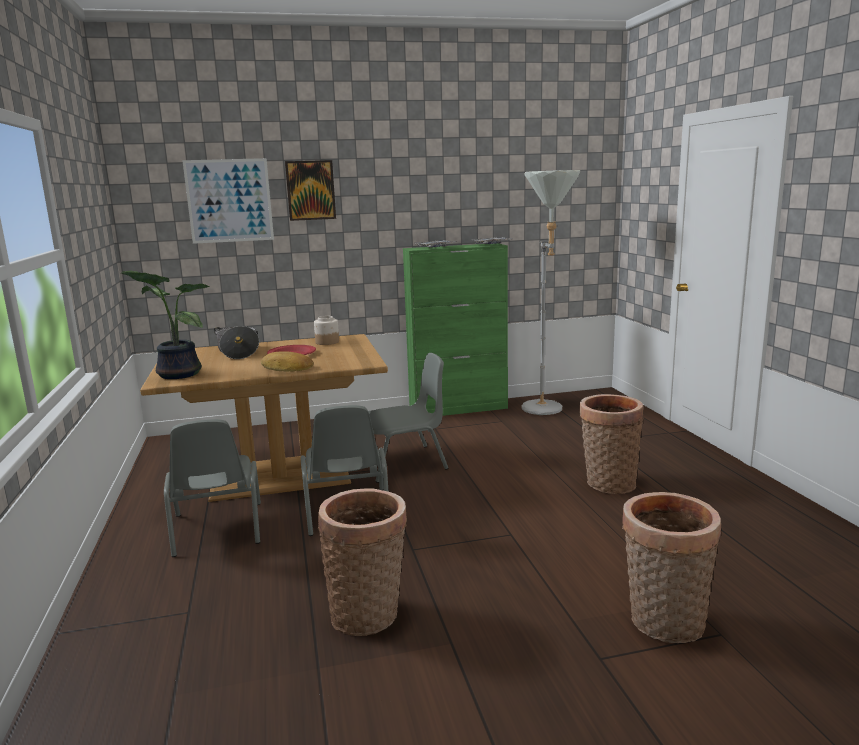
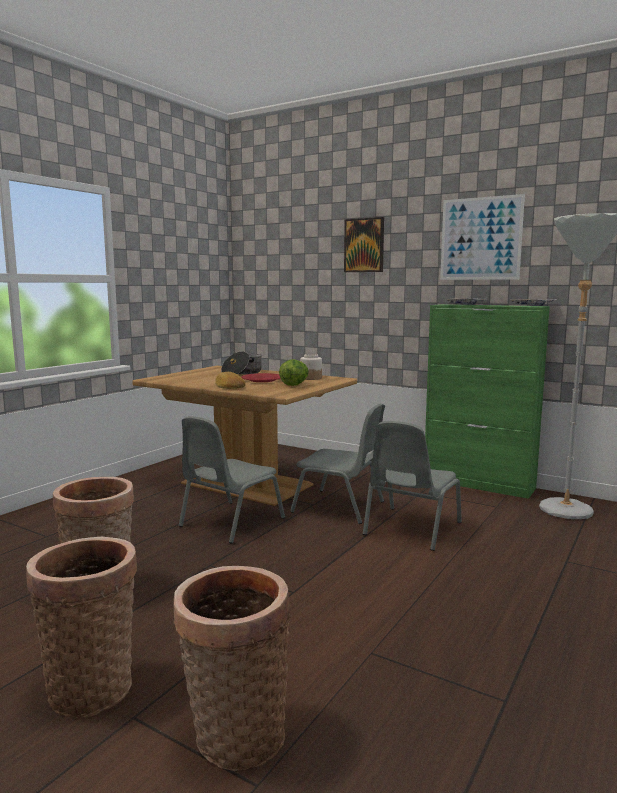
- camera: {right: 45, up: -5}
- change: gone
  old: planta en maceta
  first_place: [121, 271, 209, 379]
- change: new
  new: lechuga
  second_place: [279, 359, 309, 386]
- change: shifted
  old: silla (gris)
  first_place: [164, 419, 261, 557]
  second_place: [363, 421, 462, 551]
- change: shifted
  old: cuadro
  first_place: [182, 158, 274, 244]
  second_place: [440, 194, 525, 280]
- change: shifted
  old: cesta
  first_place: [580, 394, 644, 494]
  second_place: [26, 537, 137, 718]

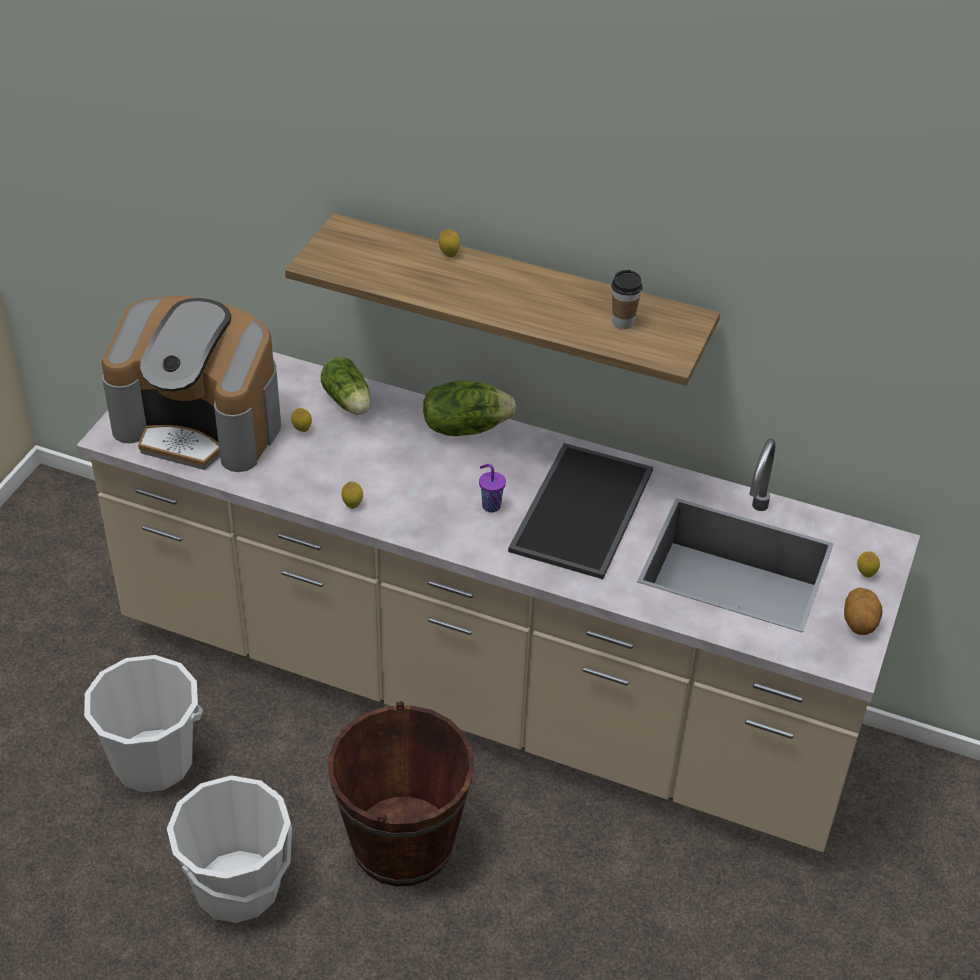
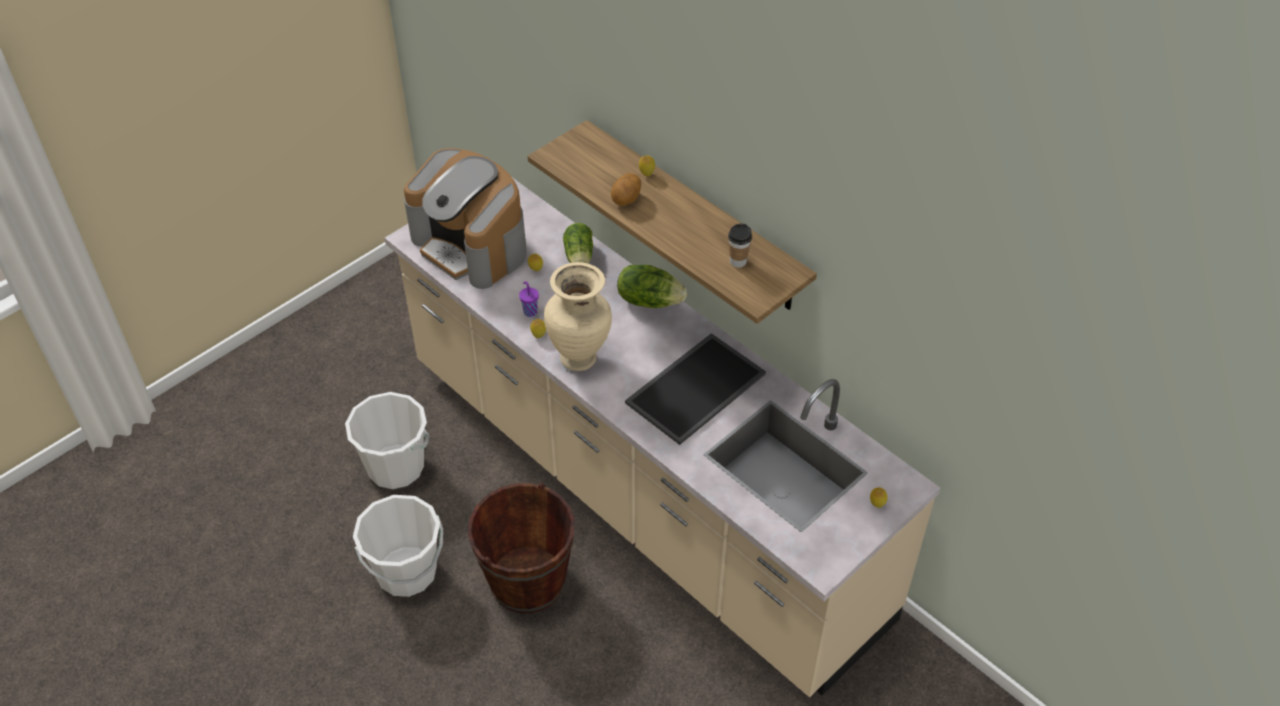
- camera: {right: 25, up: 5}
- change: new
  new: florero (beis)
  second_place: [544, 262, 612, 371]
- change: shifted
  old: taza (morado)
  first_place: [479, 464, 506, 512]
  second_place: [519, 281, 539, 317]
- change: shifted
  old: patata
  first_place: [844, 588, 883, 635]
  second_place: [611, 173, 641, 206]

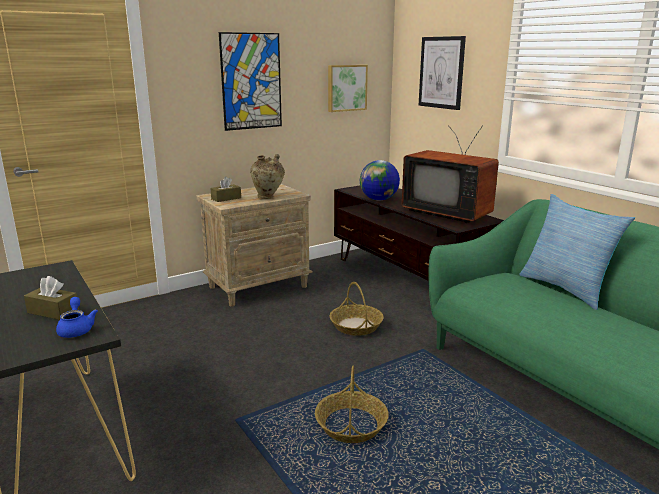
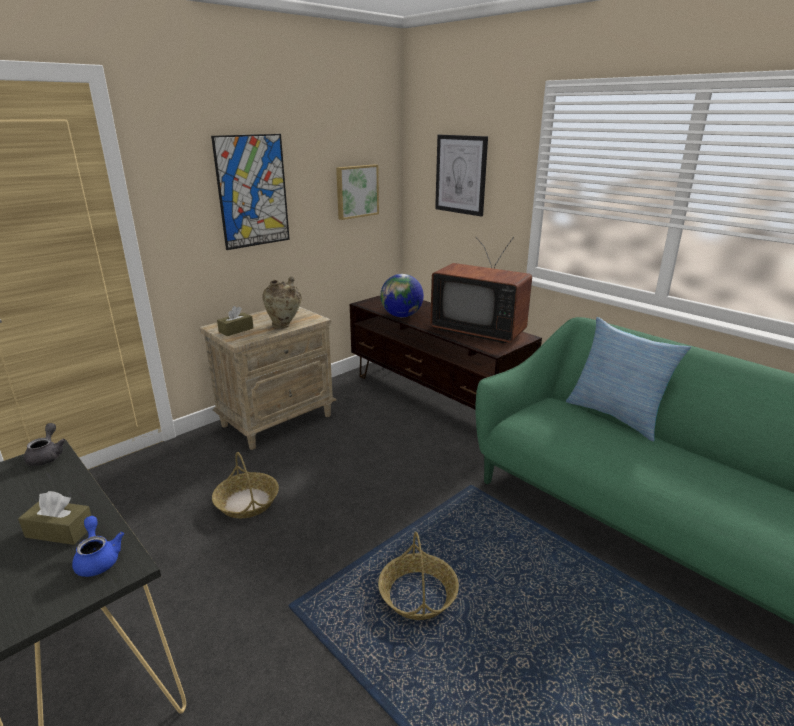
- camera: {right: -10, up: 5}
- change: new
  new: tetera (gris)
  second_place: [24, 423, 66, 466]
- change: shifted
  old: cesta
  first_place: [330, 282, 384, 336]
  second_place: [212, 452, 279, 518]

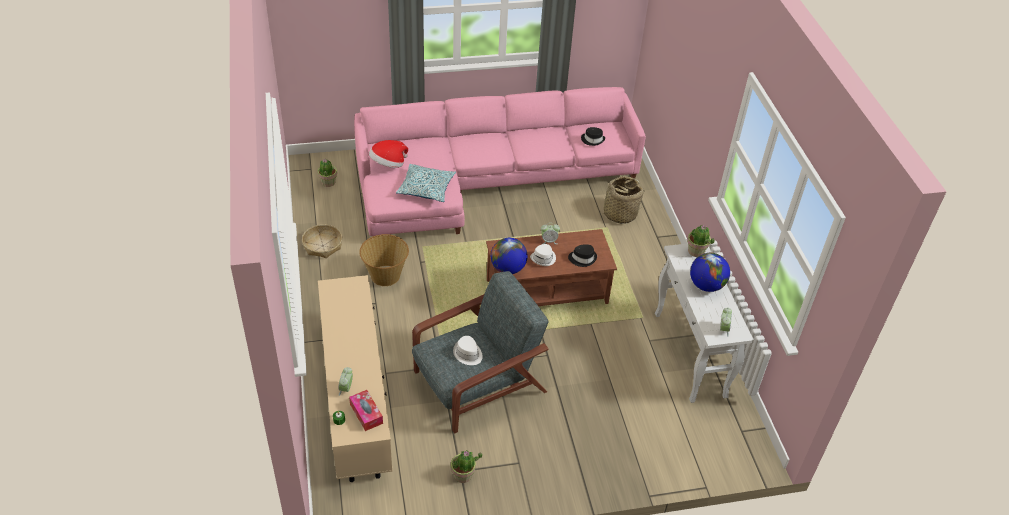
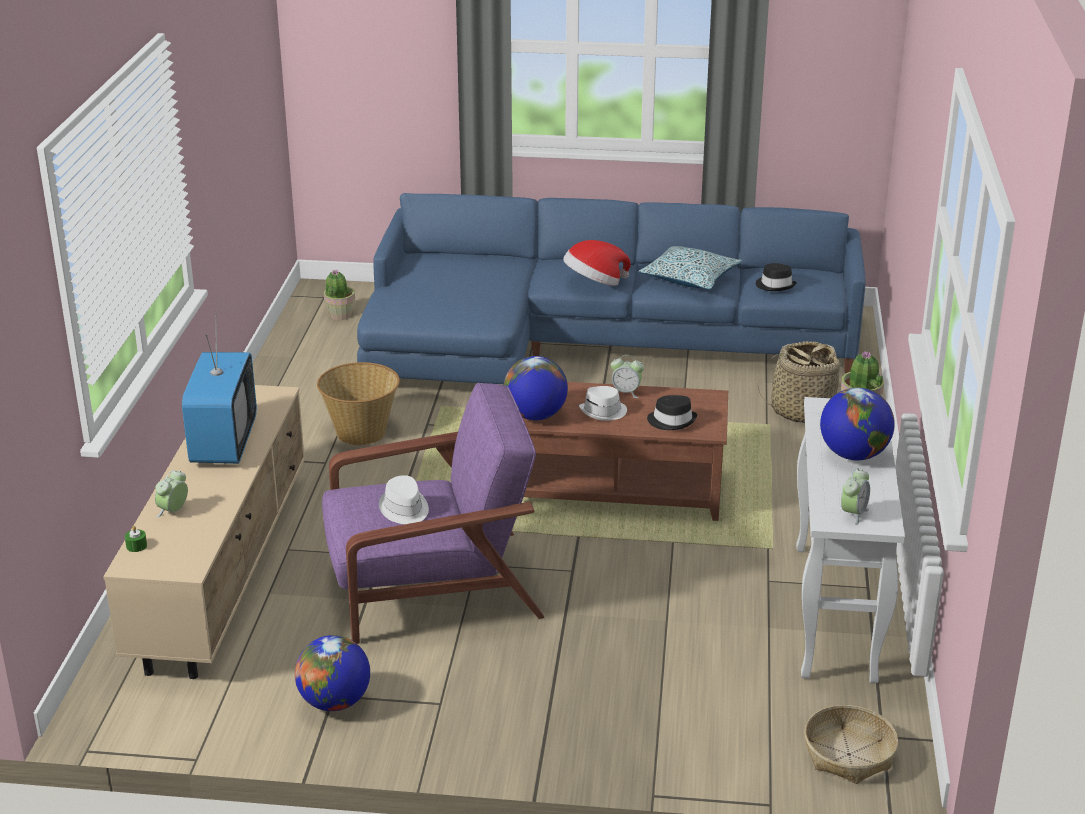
- camera: {right: 20, up: -15}
- change: gone
  old: caja de pañuelos
  first_place: [349, 390, 383, 431]
- change: new
  new: televisor
  second_place: [182, 314, 257, 464]
- change: shifted
  old: cesta
  first_place: [302, 225, 342, 258]
  second_place: [804, 705, 898, 784]
- change: shifted
  old: sombrero
  first_place: [369, 140, 408, 168]
  second_place: [563, 240, 631, 286]
- change: shifted
  old: cojín
  first_place: [396, 164, 456, 202]
  second_place: [638, 246, 742, 290]
- change: swapped
  old: planta en maceta
  new: globo terráqueo
  first_place: [451, 450, 482, 483]
  second_place: [295, 635, 370, 711]
- change: repainted
  old: sofá (rosa)
  new: sofá (azul)
  first_place: [354, 87, 646, 237]
  second_place: [357, 193, 866, 385]
- change: repainted
  old: sillón (gris)
  new: sillón (morado)
  first_place: [412, 271, 549, 434]
  second_place: [322, 383, 545, 644]

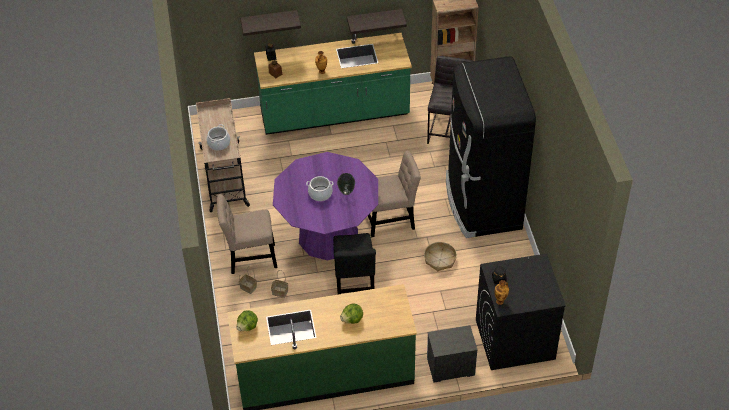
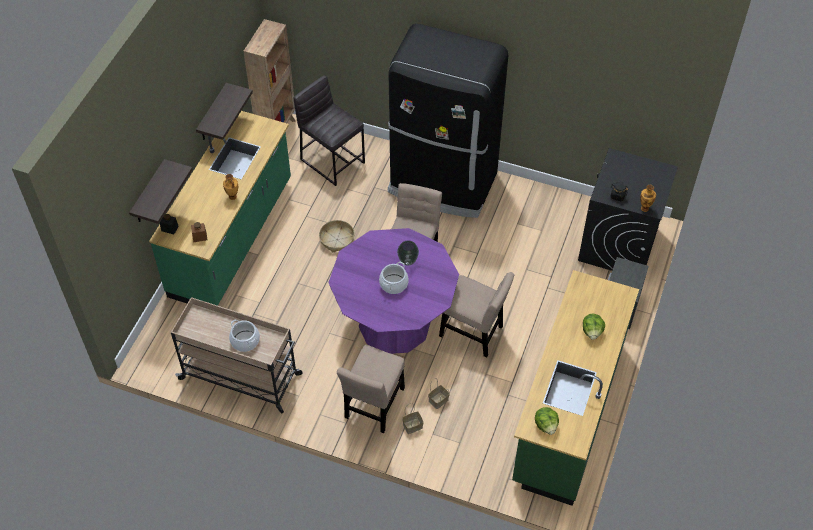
- camera: {right: -60, up: 5}
- change: shifted
  old: cesta
  first_place: [424, 242, 457, 271]
  second_place: [319, 220, 355, 252]
- change: repainted
  old: silla (negro)
  new: silla (beis)
  first_place: [333, 233, 376, 295]
  second_place: [439, 272, 514, 357]

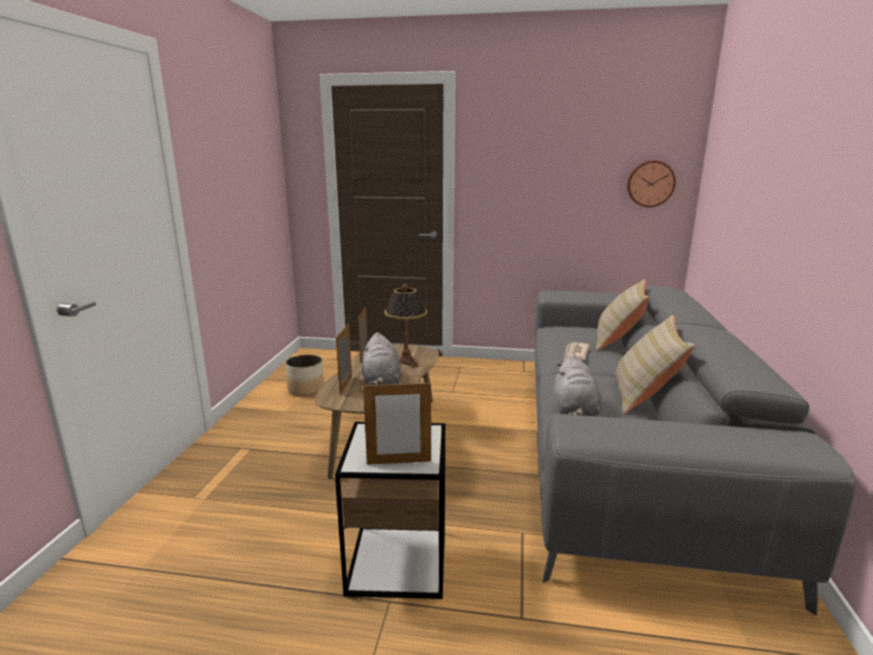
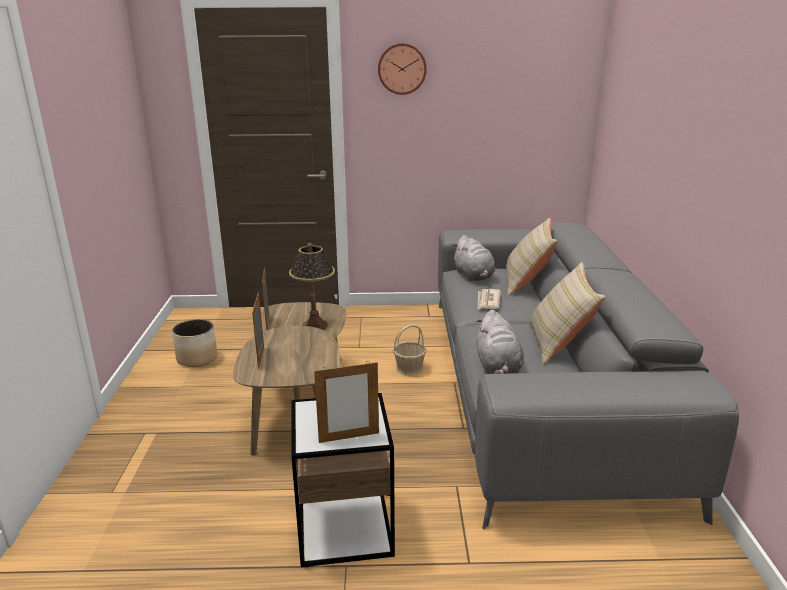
- camera: {right: -10, up: 5}
- change: new
  new: cesta
  second_place: [393, 325, 426, 375]
- change: shifted
  old: peluche (gris)
  first_place: [361, 332, 401, 385]
  second_place: [452, 235, 495, 281]
- change: shifted
  old: reloj de pared
  first_place: [627, 160, 676, 207]
  second_place: [378, 43, 427, 95]

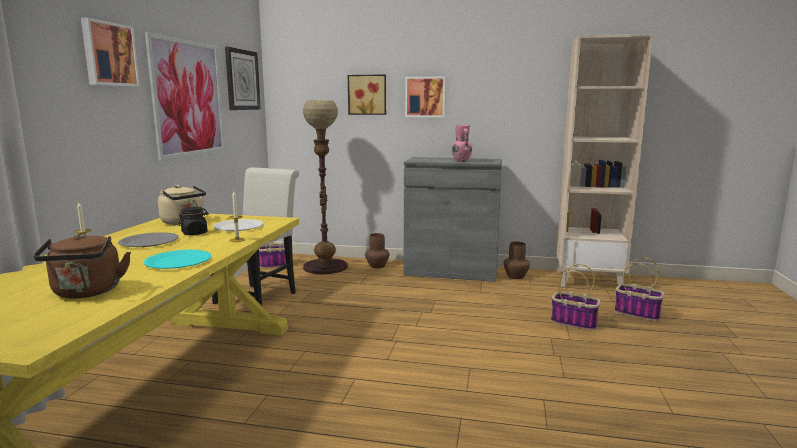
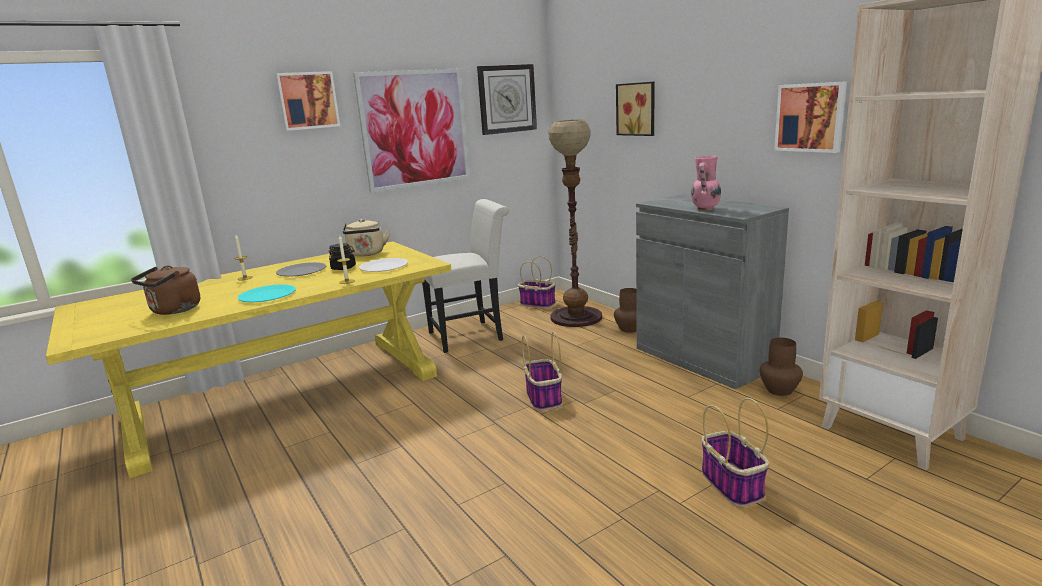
- camera: {right: 45, up: 5}
- change: shifted
  old: cuadro
  first_place: [405, 76, 446, 117]
  second_place: [774, 81, 847, 153]
- change: shifted
  old: cesta
  first_place: [615, 257, 664, 321]
  second_place: [522, 332, 562, 411]

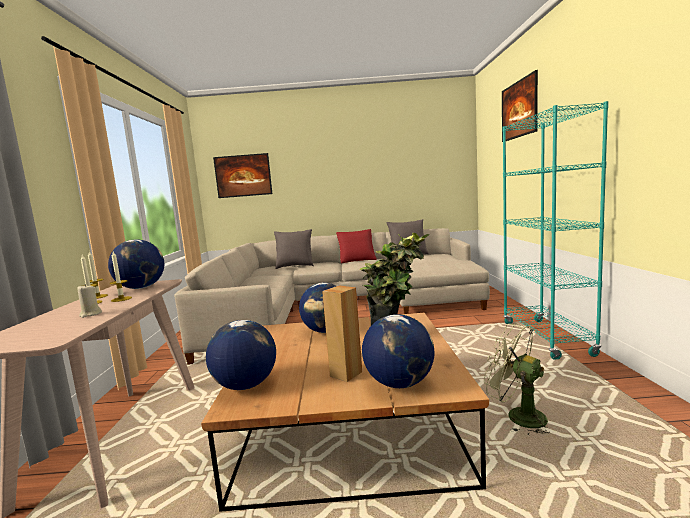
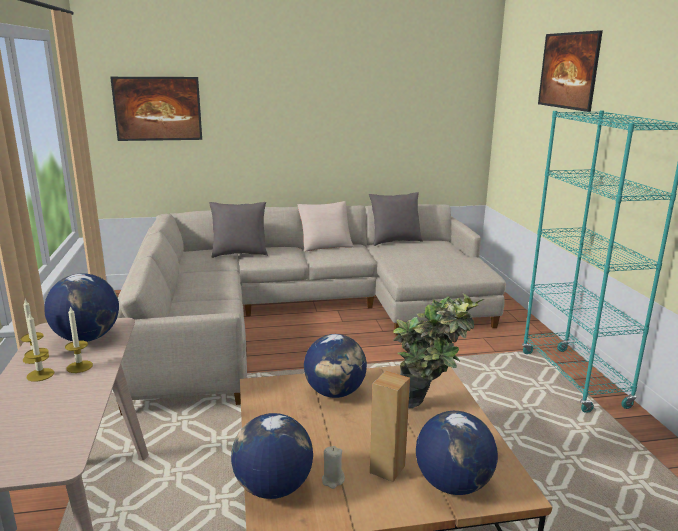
- camera: {right: -10, up: 10}
- change: gone
  old: ventilador (verde)
  first_place: [484, 323, 550, 436]
- change: shifted
  old: vela (beis)
  first_place: [77, 284, 102, 318]
  second_place: [322, 446, 345, 489]
- change: repainted
  old: cojín (rojo)
  new: cojín (beis)
  first_place: [336, 229, 377, 263]
  second_place: [298, 201, 354, 251]

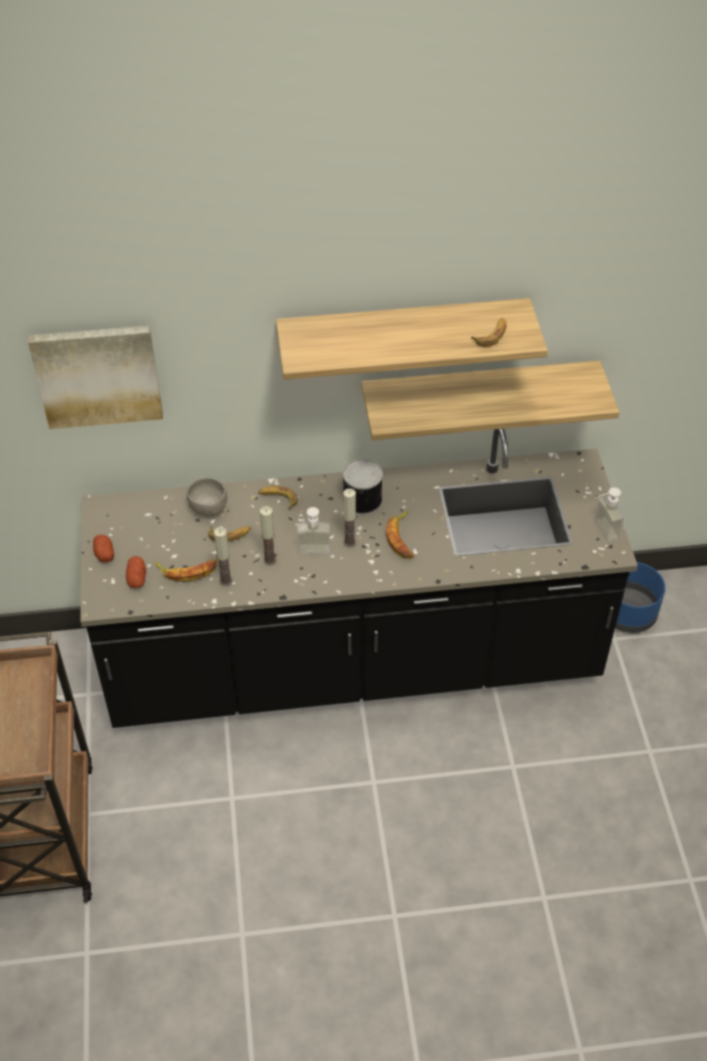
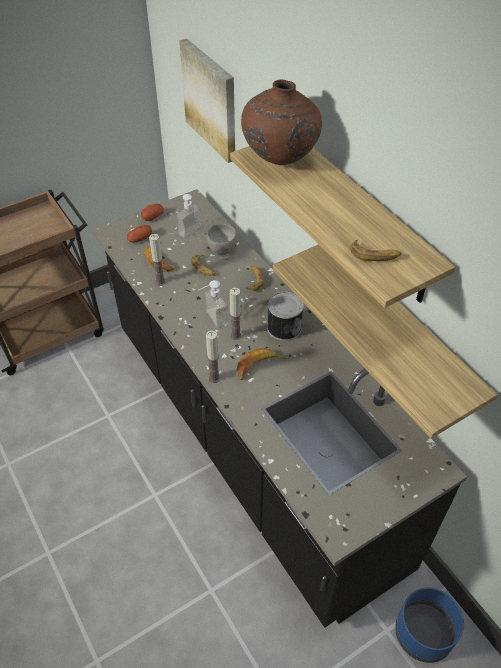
- camera: {right: 65, up: 0}
- change: new
  new: florero (marrón)
  second_place: [241, 80, 322, 165]
- change: shifted
  old: vela
  first_place: [260, 506, 276, 565]
  second_place: [206, 331, 220, 383]
- change: shifted
  old: dispensador de jabón
  first_place: [594, 487, 624, 542]
  second_place: [176, 190, 202, 238]

